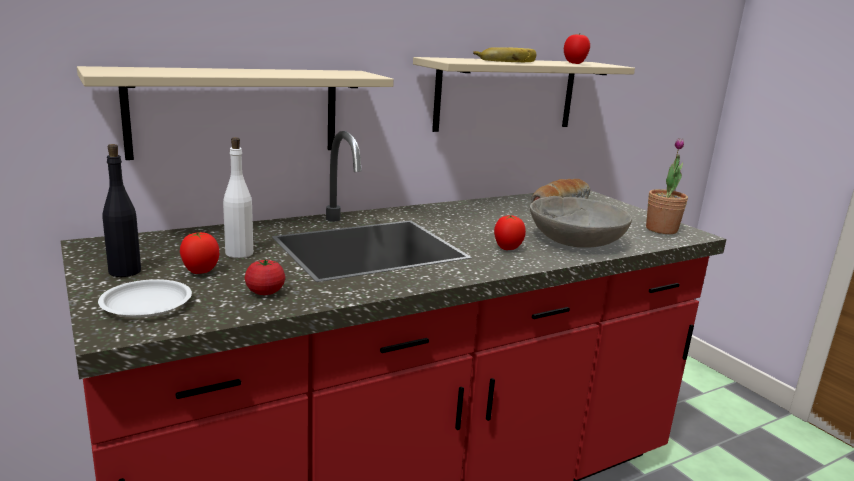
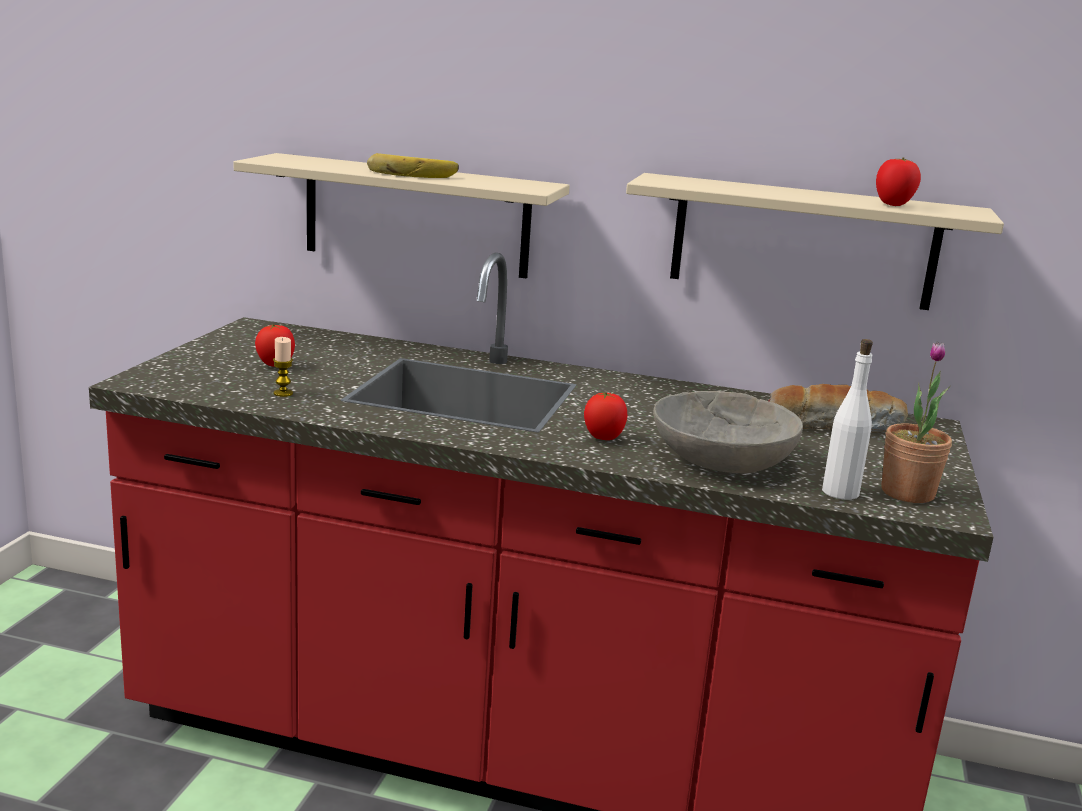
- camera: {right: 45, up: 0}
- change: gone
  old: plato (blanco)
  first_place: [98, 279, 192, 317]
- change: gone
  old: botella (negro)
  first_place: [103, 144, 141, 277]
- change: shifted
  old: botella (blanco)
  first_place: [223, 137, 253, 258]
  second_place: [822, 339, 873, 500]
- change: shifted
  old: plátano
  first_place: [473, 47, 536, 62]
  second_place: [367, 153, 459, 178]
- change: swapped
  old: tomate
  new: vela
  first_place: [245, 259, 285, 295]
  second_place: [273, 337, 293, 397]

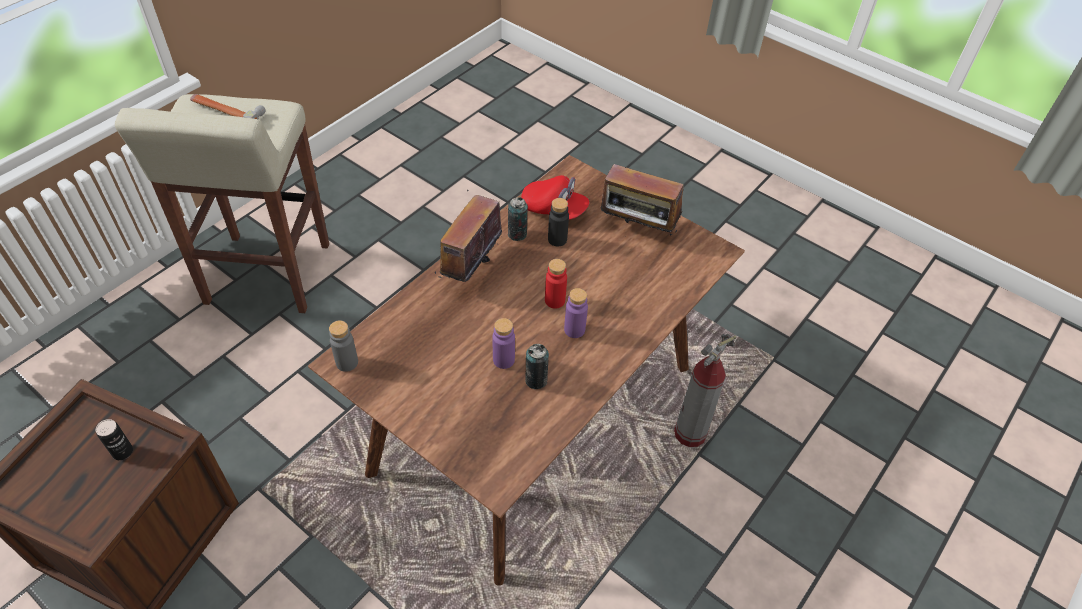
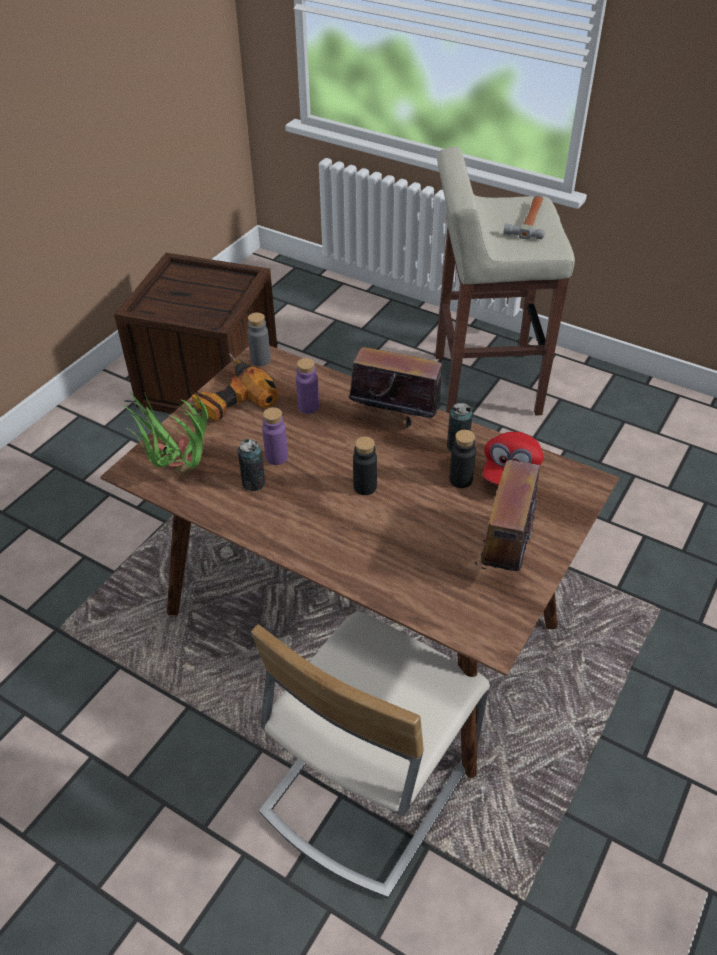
- camera: {right: 85, up: -5}
- change: gone
  old: lata
  first_place: [96, 419, 133, 460]
- change: new
  new: planta en maceta
  second_place: [122, 392, 208, 474]
- change: new
  new: taladro
  second_place: [192, 353, 278, 422]
- change: shifted
  old: botella (morado)
  first_place: [564, 288, 588, 338]
  second_place: [296, 358, 319, 414]
- change: swapped
  old: extintor
  new: silla (beis)
  first_place: [674, 334, 737, 447]
  second_place: [251, 612, 490, 898]
- change: repainted
  old: botella (rojo)
  new: botella (negro)
  first_place: [545, 259, 567, 309]
  second_place: [353, 437, 377, 495]

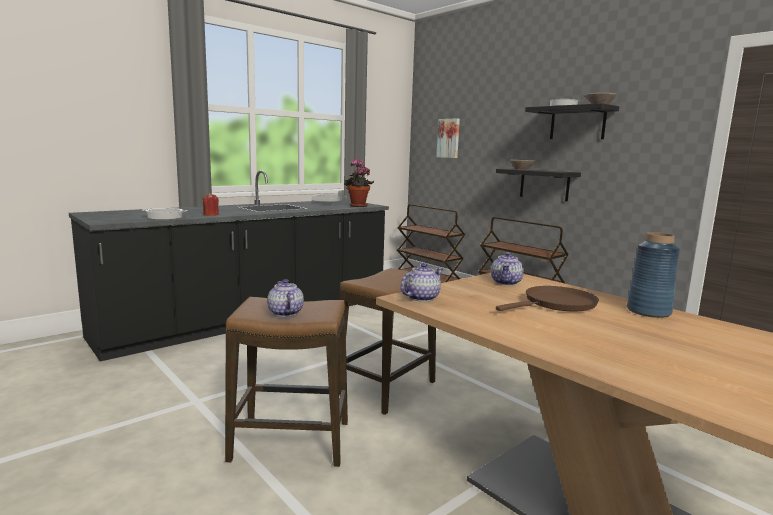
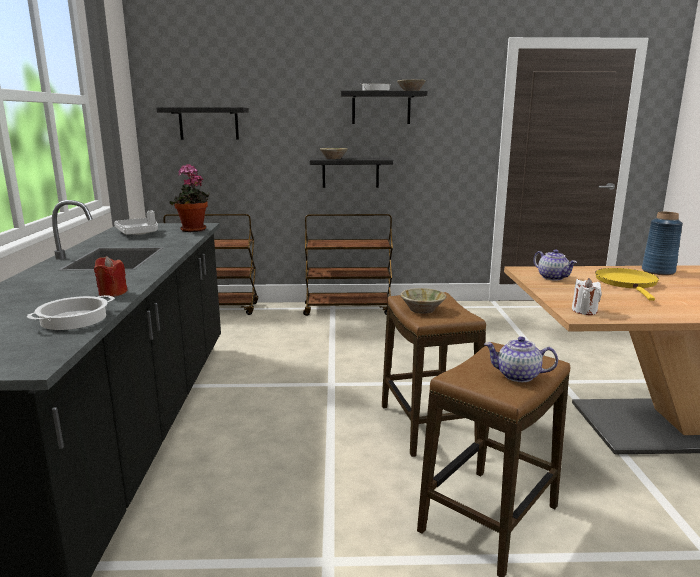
- camera: {right: -50, up: 5}
- change: new
  new: cuenco (beis)
  second_place: [400, 288, 447, 314]
- change: swapped
  old: tetera
  new: vela (blanco)
  first_place: [401, 263, 443, 302]
  second_place: [572, 278, 602, 315]
- change: swapped
  old: cuadro
  new: estante (negro)
  first_place: [436, 118, 460, 158]
  second_place: [156, 107, 249, 140]
- change: repainted
  old: sartén (marrón)
  new: sartén (amarillo)
  first_place: [496, 286, 599, 311]
  second_place: [595, 268, 659, 301]

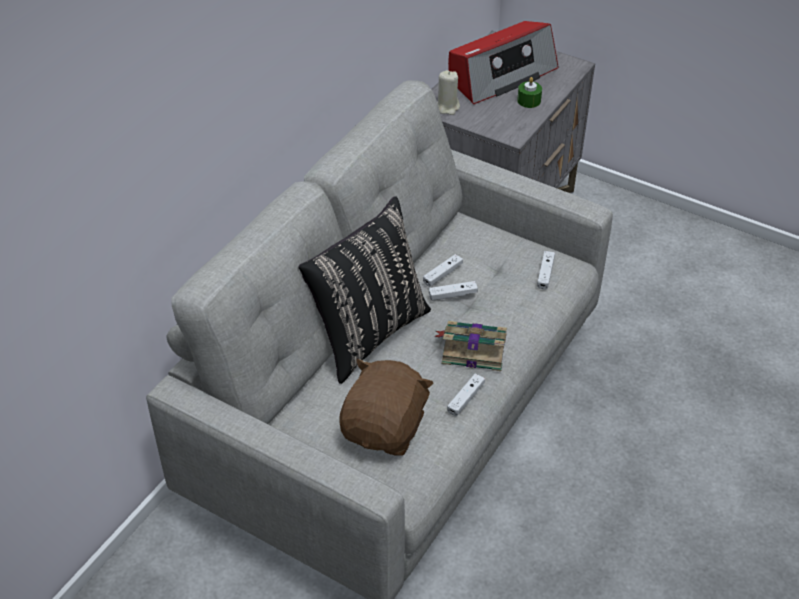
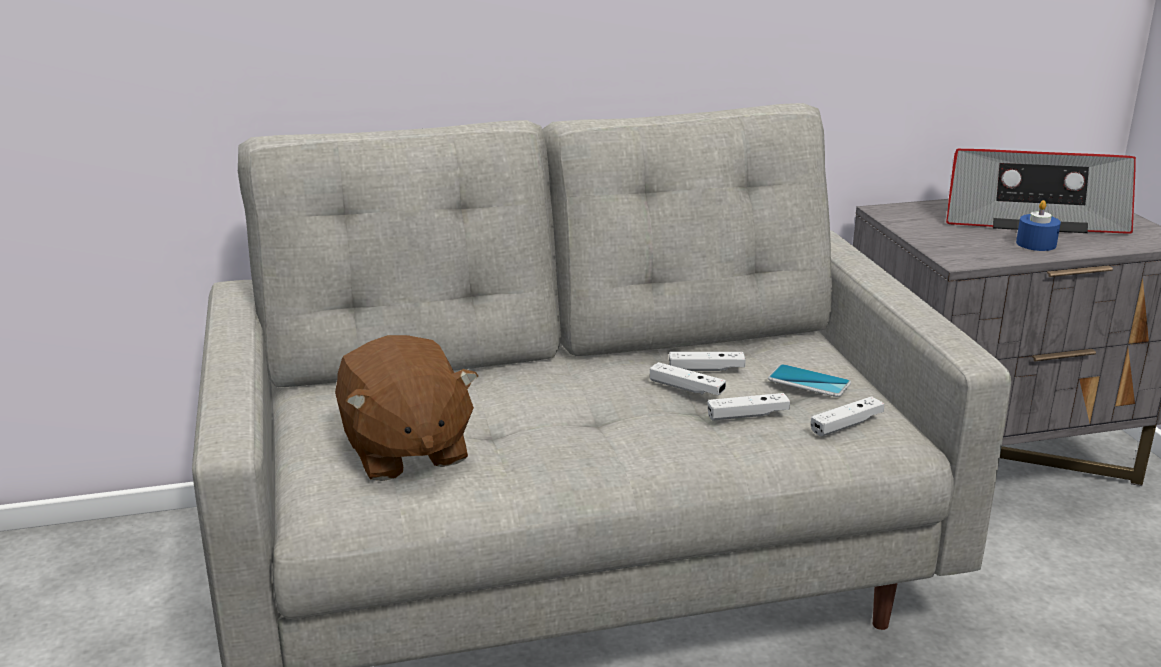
- camera: {right: 45, up: -20}
- change: gone
  old: cojín (negro)
  first_place: [298, 196, 431, 384]
- change: gone
  old: libro
  first_place: [434, 321, 507, 371]
- change: gone
  old: vela (beis)
  first_place: [437, 70, 460, 115]
- change: new
  new: móvil
  second_place: [768, 364, 851, 397]
- change: shifted
  old: mando de consola (blanco)
  first_place: [447, 373, 485, 416]
  second_place: [708, 393, 790, 421]
- change: repainted
  old: vela (verde)
  new: vela (azul)
  first_place: [517, 77, 542, 108]
  second_place: [1016, 200, 1061, 251]
- change: rotated
  old: peluche (marrón)
  first_place: [339, 359, 434, 456]
  second_place: [335, 335, 478, 481]
  degrees: 90

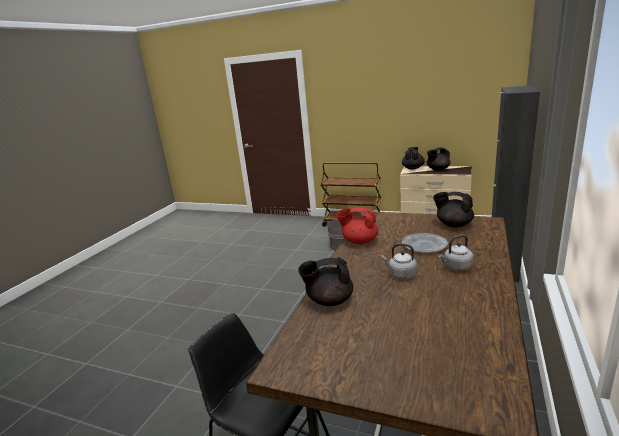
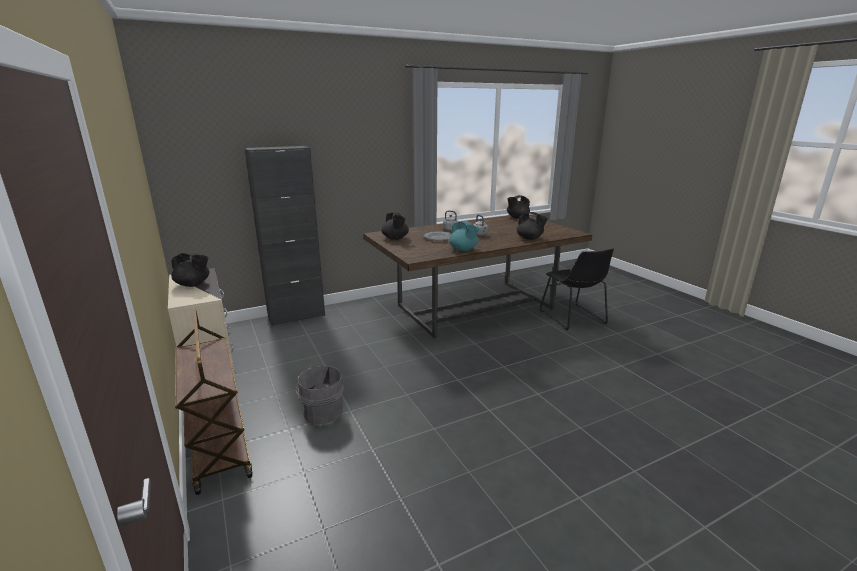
- camera: {right: -140, up: 0}
- change: shifted
  old: tetera (negro)
  first_place: [402, 147, 425, 170]
  second_place: [507, 195, 530, 219]
- change: repainted
  old: tetera (rojo)
  new: tetera (turquesa)
  first_place: [336, 208, 378, 245]
  second_place: [449, 221, 479, 251]

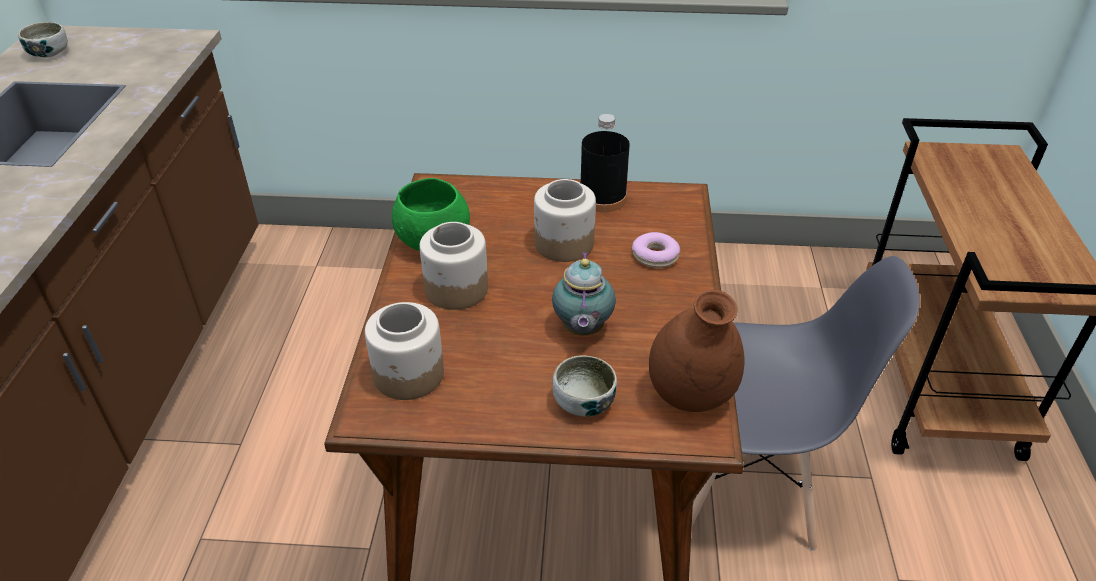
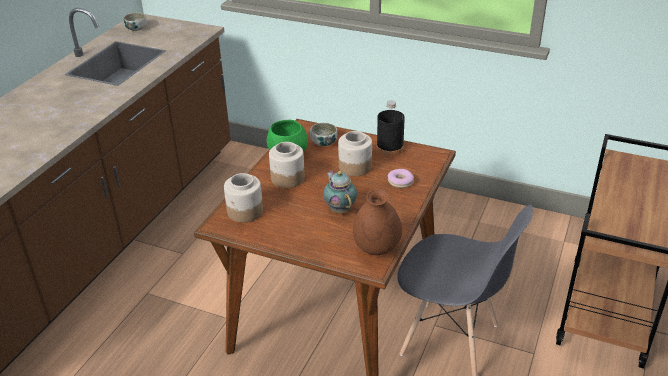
- camera: {right: 20, up: -5}
- change: shifted
  old: cuenco
  first_place: [553, 355, 617, 417]
  second_place: [310, 123, 337, 146]
- change: rotated
  old: tetera
  first_place: [552, 252, 616, 335]
  second_place: [323, 170, 357, 213]
  degrees: 135

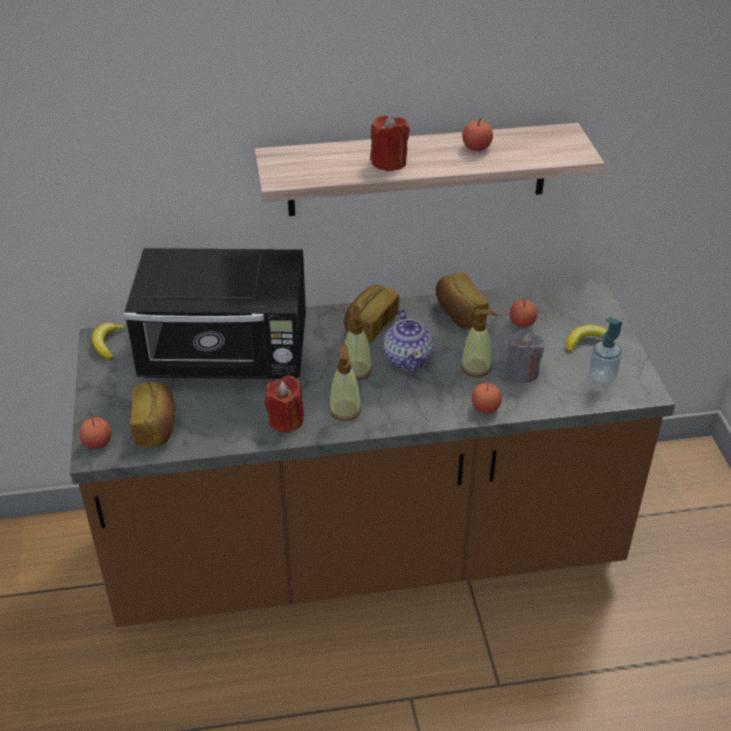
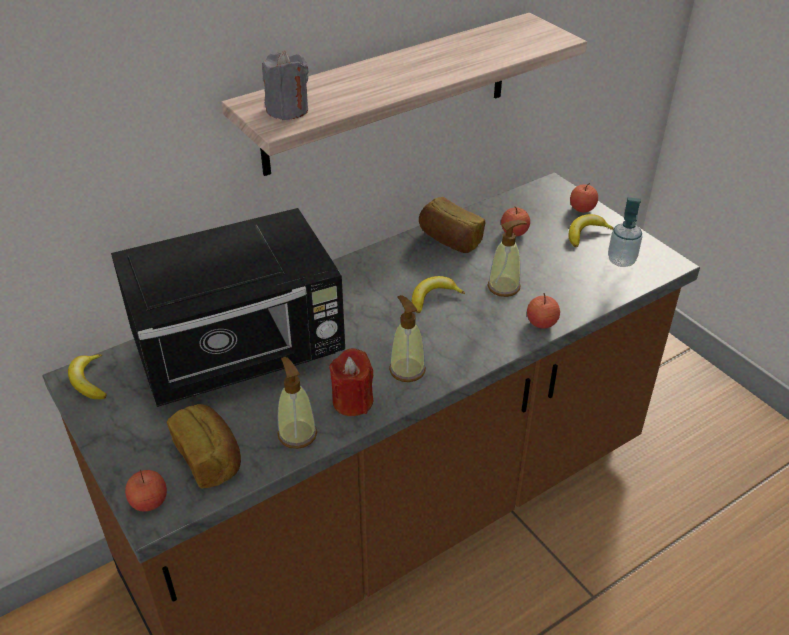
- camera: {right: -25, up: 0}
- change: gone
  old: pan
  first_place: [344, 285, 399, 342]
- change: gone
  old: vela (rojo)
  first_place: [370, 115, 410, 171]
- change: shifted
  old: dispensador de jabón
  first_place: [344, 306, 372, 380]
  second_place: [277, 357, 317, 449]
- change: shifted
  old: manzana
  first_place: [462, 118, 493, 151]
  second_place: [570, 183, 598, 212]
- change: shifted
  old: vela (gris)
  first_place: [506, 330, 544, 382]
  second_place: [262, 51, 308, 120]
- change: swapped
  old: tetera
  new: plátano
  first_place: [384, 309, 434, 372]
  second_place: [412, 276, 465, 313]

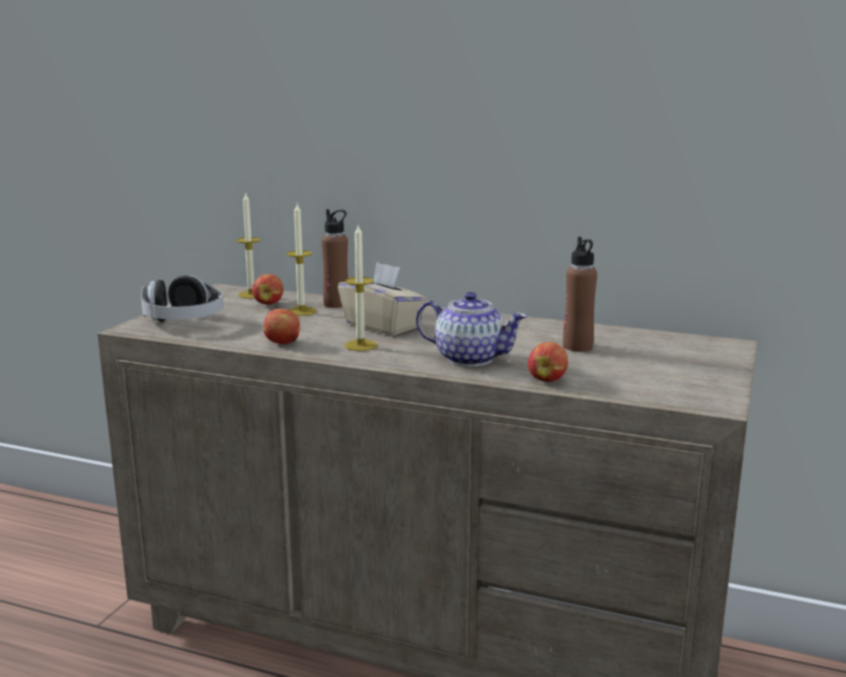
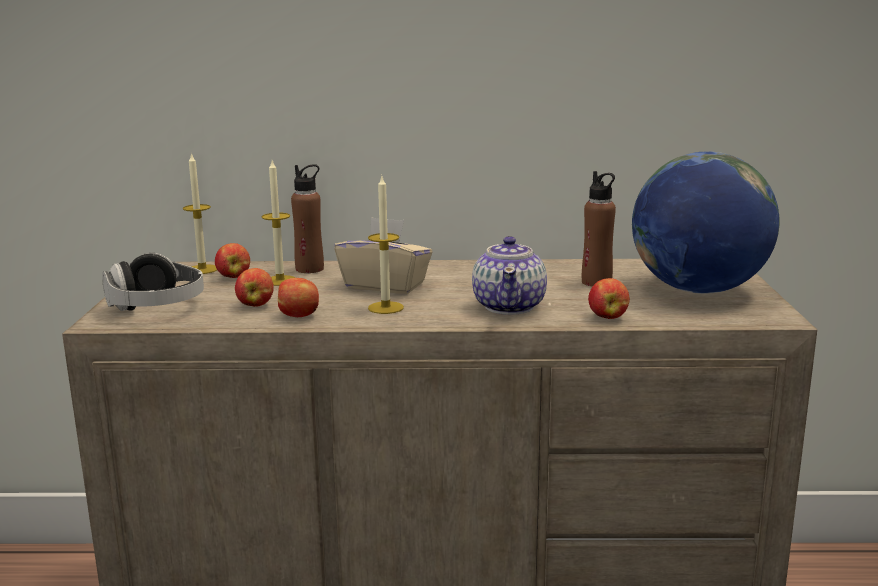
- camera: {right: -20, up: 0}
- change: new
  new: manzana
  second_place: [235, 268, 274, 307]
- change: new
  new: globo terráqueo
  second_place: [632, 152, 780, 294]
- change: rotated
  old: tetera
  first_place: [416, 292, 527, 367]
  second_place: [472, 236, 547, 315]
  degrees: 90

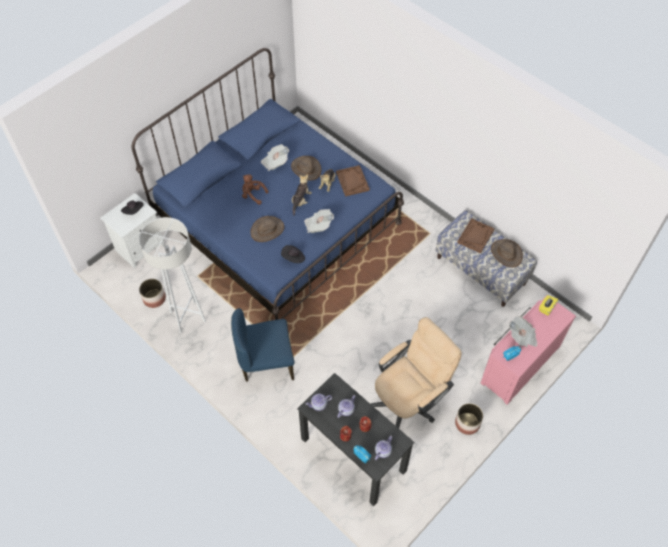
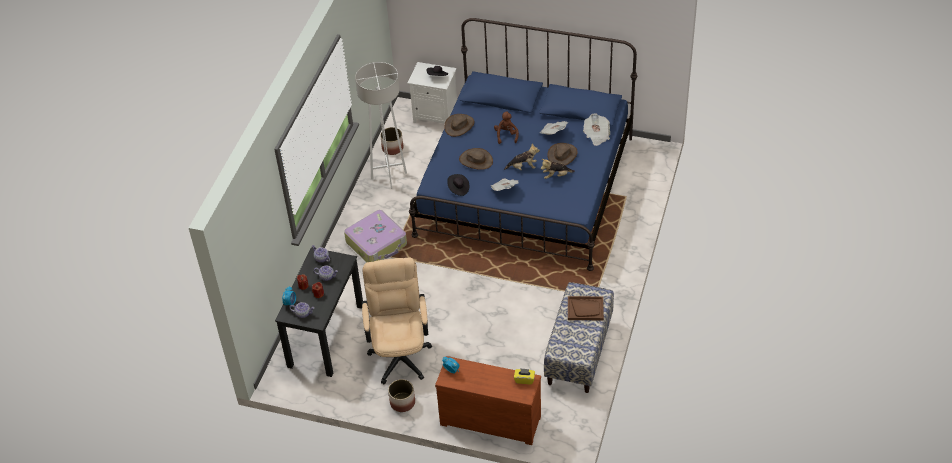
- camera: {right: 65, up: -10}
- change: gone
  old: bandeja (marrón)
  first_place: [336, 165, 370, 197]
- change: shifted
  old: sombrero (marrón)
  first_place: [491, 239, 523, 268]
  second_place: [444, 114, 474, 137]
- change: shifted
  old: periódico
  first_place: [509, 316, 538, 347]
  second_place: [583, 113, 610, 146]
- change: swapped
  old: silla (azul)
  new: maleta
  first_place: [231, 308, 294, 382]
  second_place: [344, 210, 407, 263]
- change: repainted
  old: cómoda (rosa)
  new: cómoda (marrón)
  first_place: [481, 295, 576, 405]
  second_place: [435, 356, 541, 445]
- change: rotated
  old: silla de oficina (beis)
  first_place: [371, 317, 462, 428]
  second_place: [362, 257, 432, 384]
  degrees: -120

